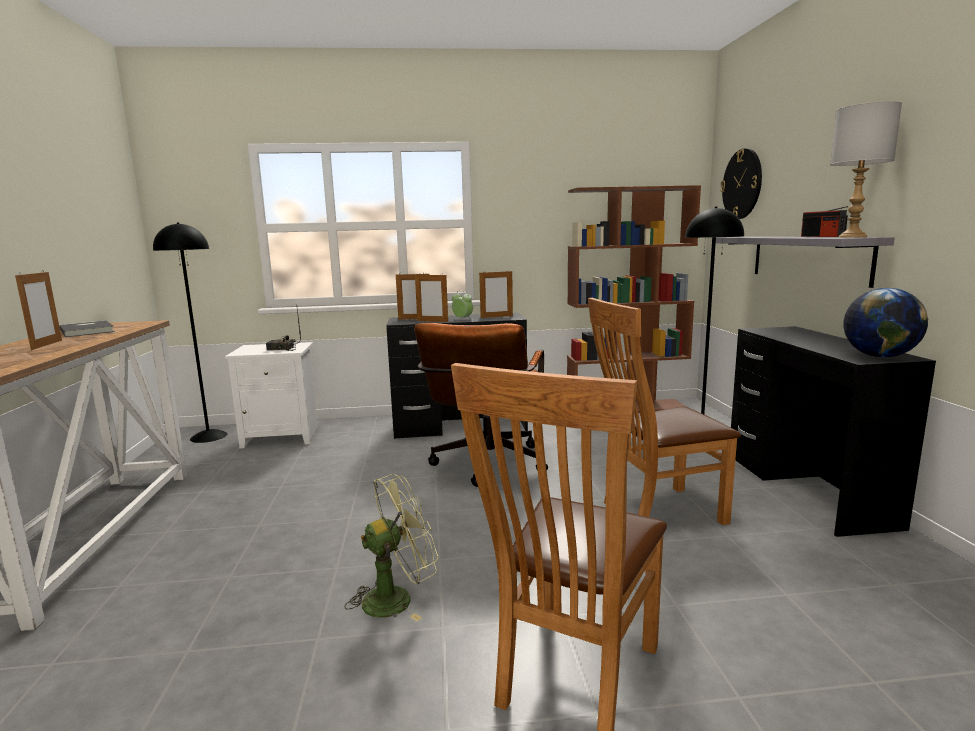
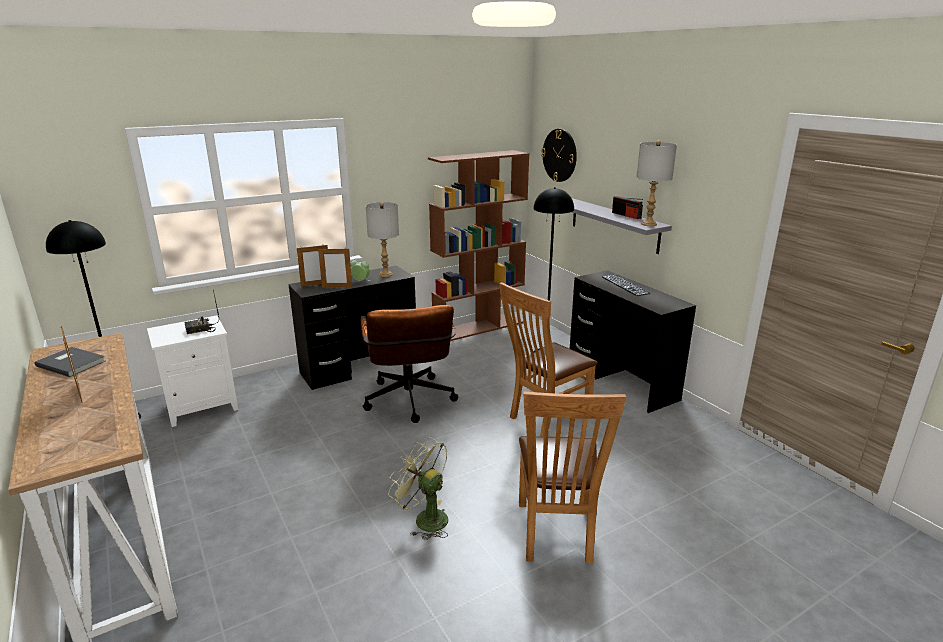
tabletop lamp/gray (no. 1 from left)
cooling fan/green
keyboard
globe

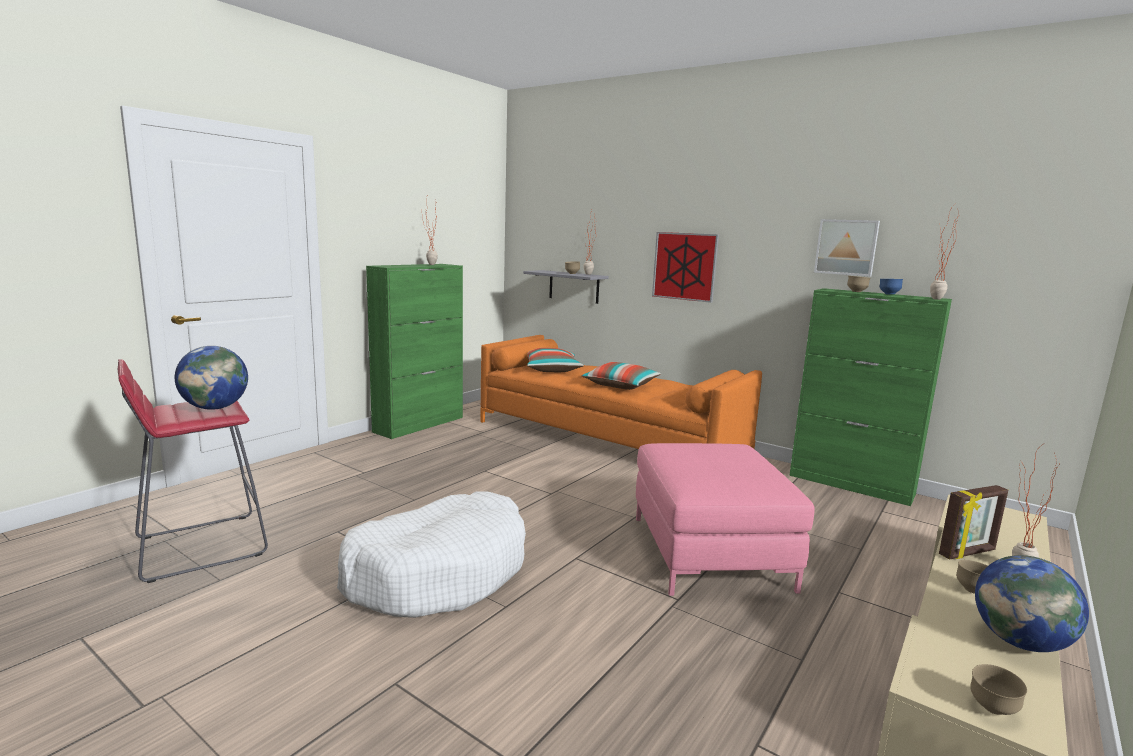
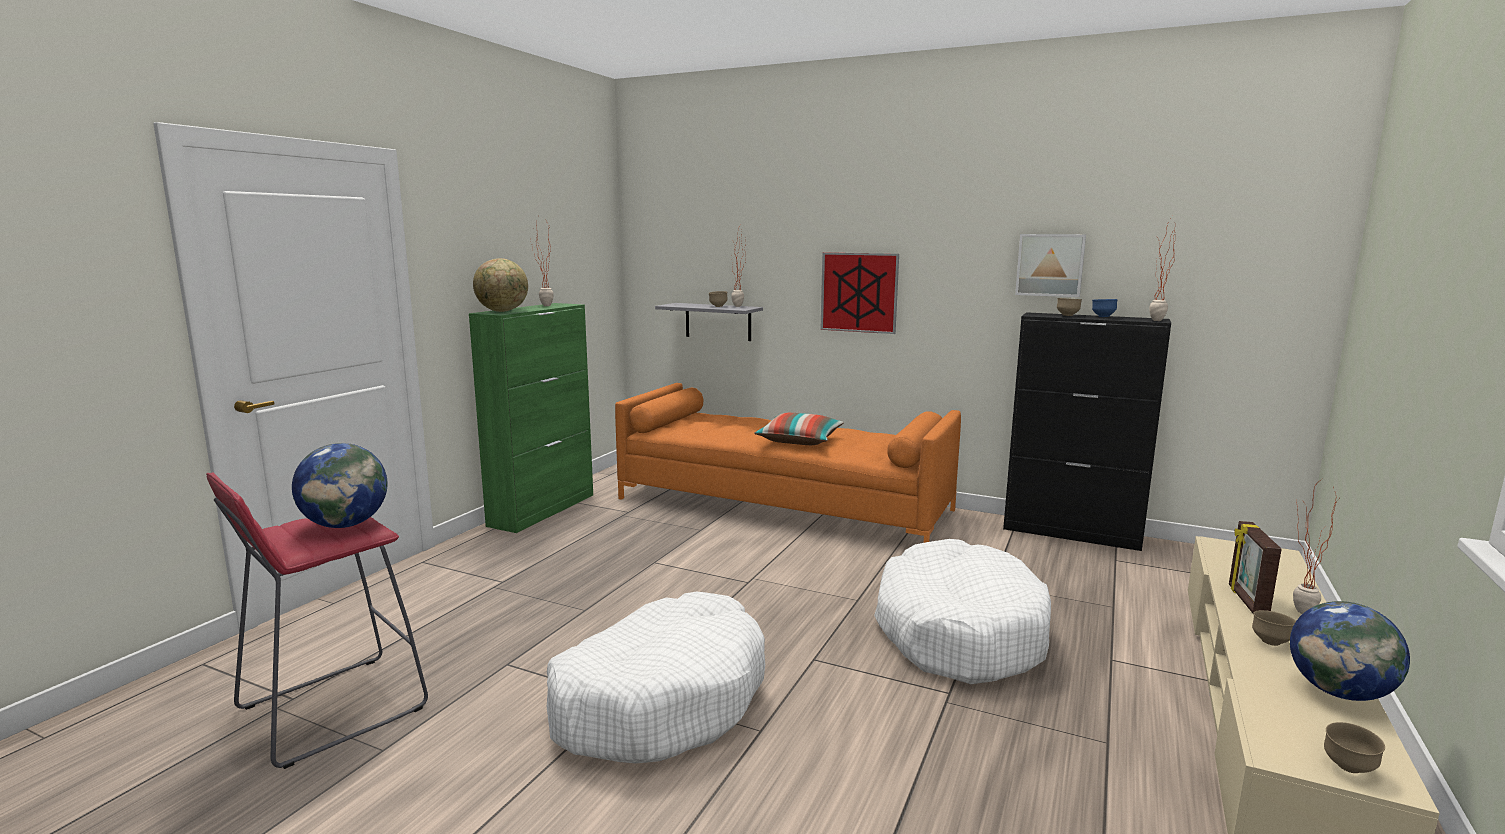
globe (no. 2 from left)
pet bed/white-coloured (no. 2 from left)
cabinet/blackish
picture frame
throw pillow (no. 1 from left in the first image)

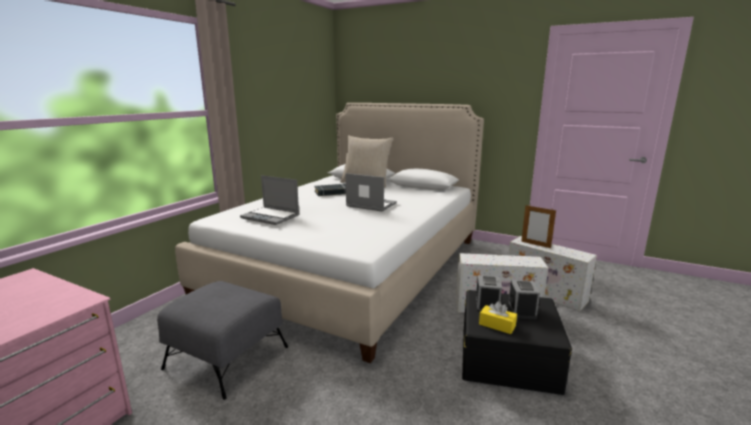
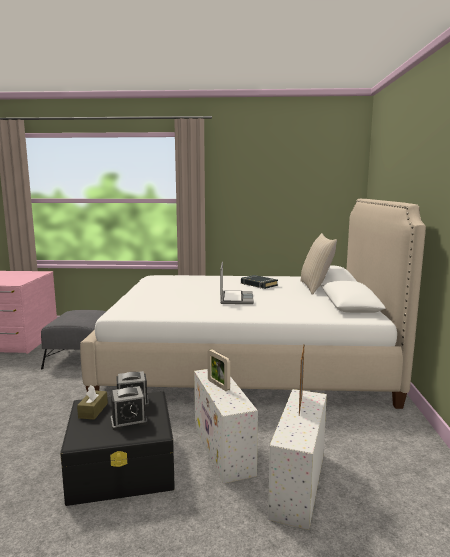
tissue box/brownish
picture frame (no. 1 from left)
portable computer (no. 1 from left in the first image)

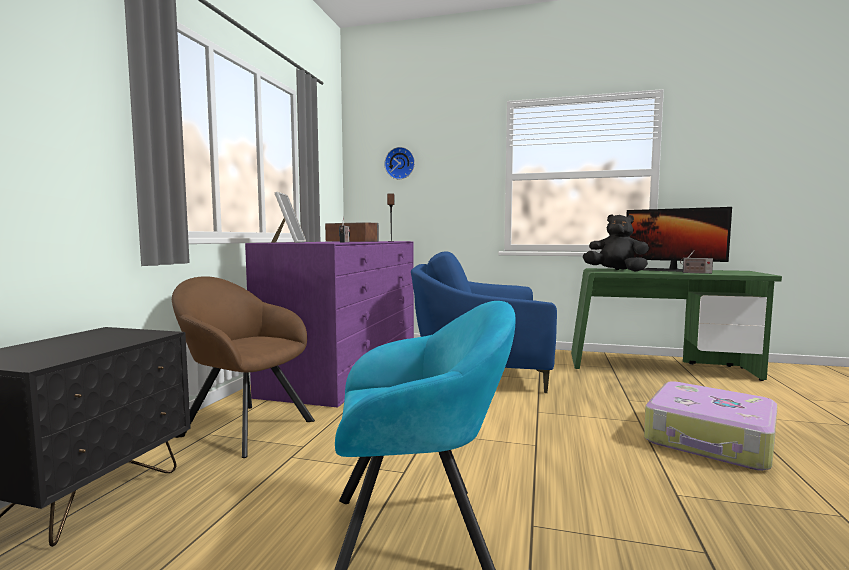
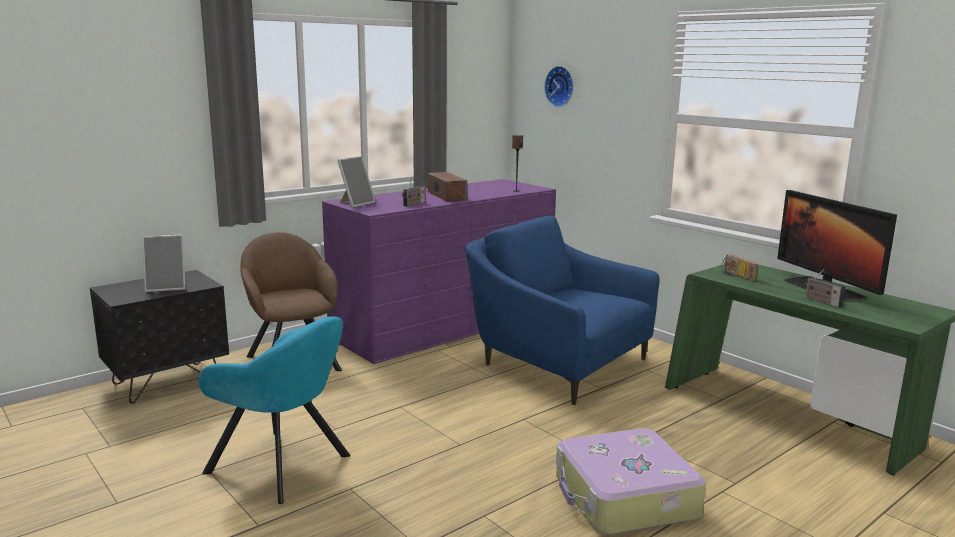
picture frame (no. 1 from left)
radio set (no. 2 from left)

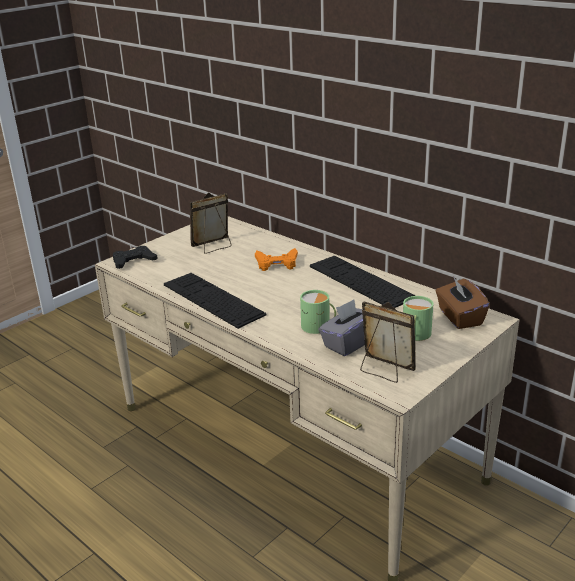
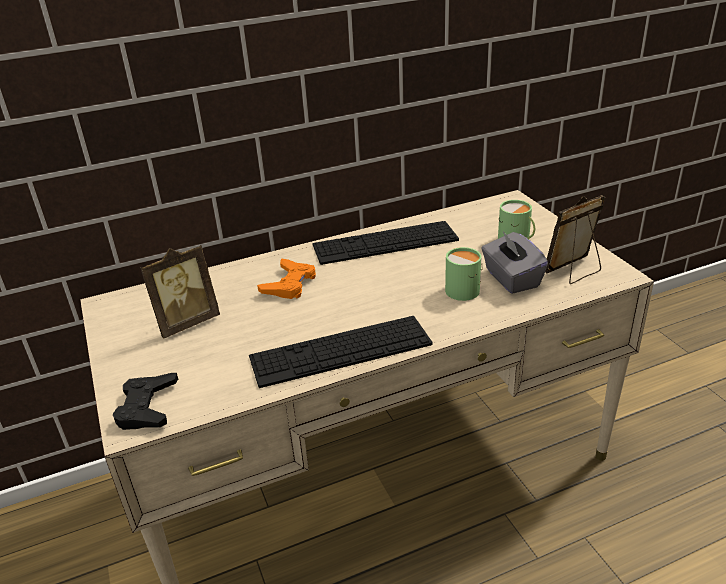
picture frame (no. 1 from left)
tissue box/brownish

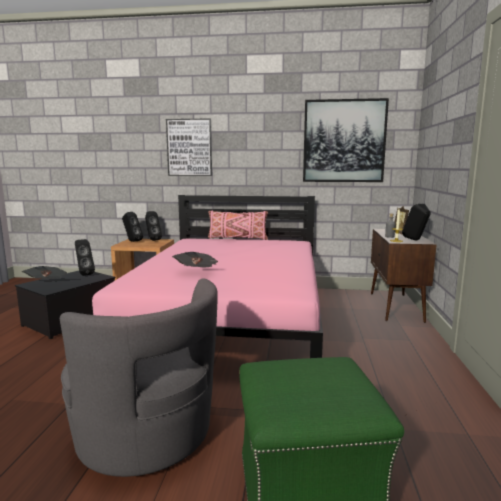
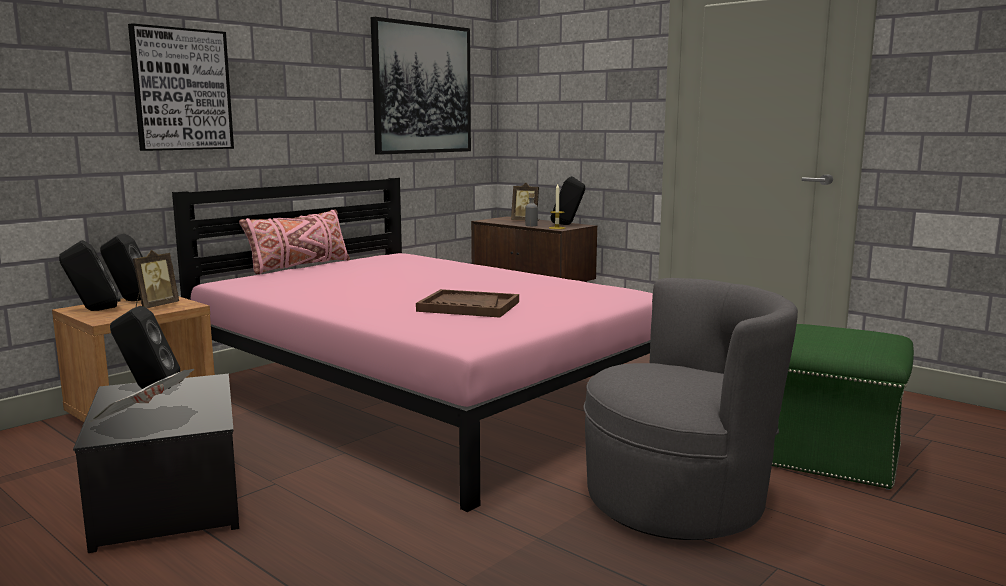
picture frame (no. 1 from left)
carrying tray/brownish

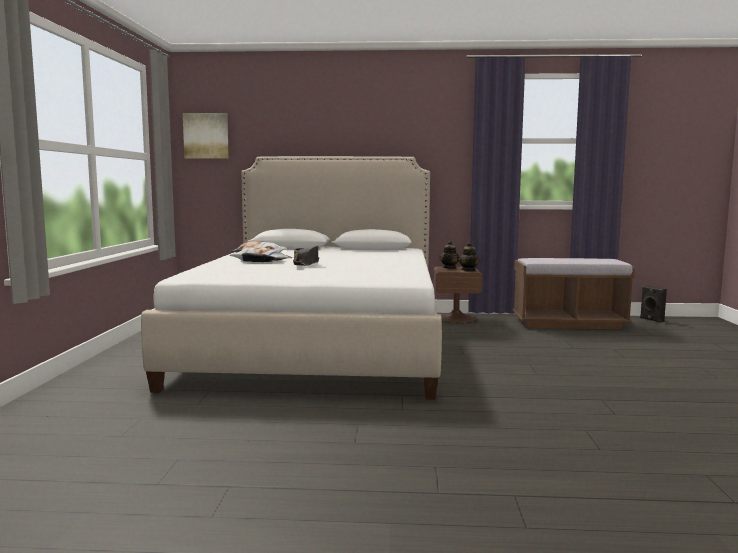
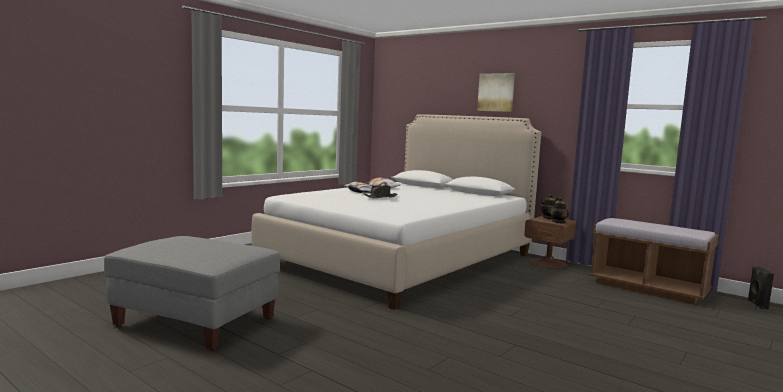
footrest/gray
picture

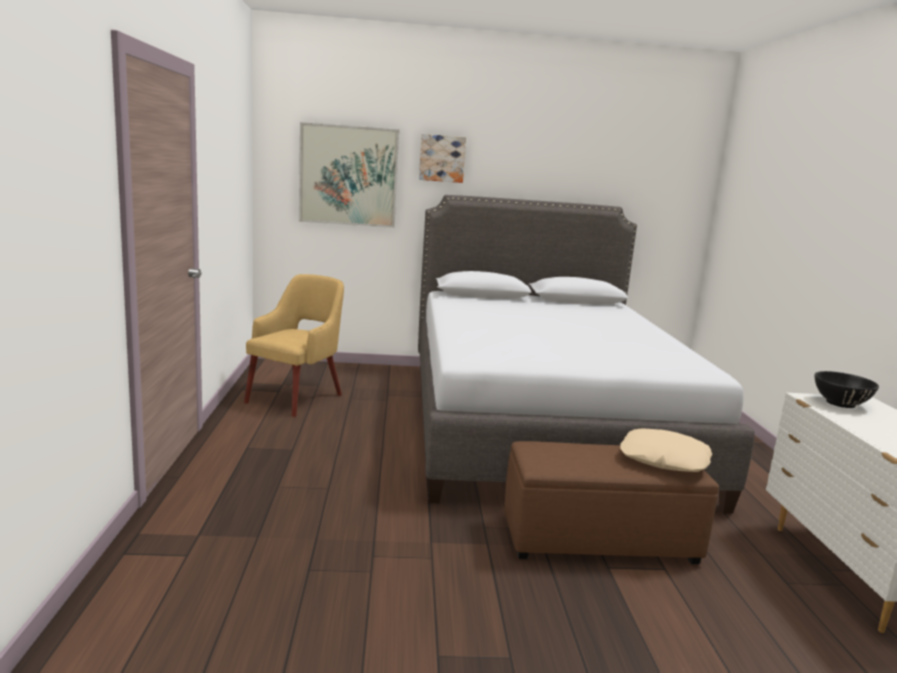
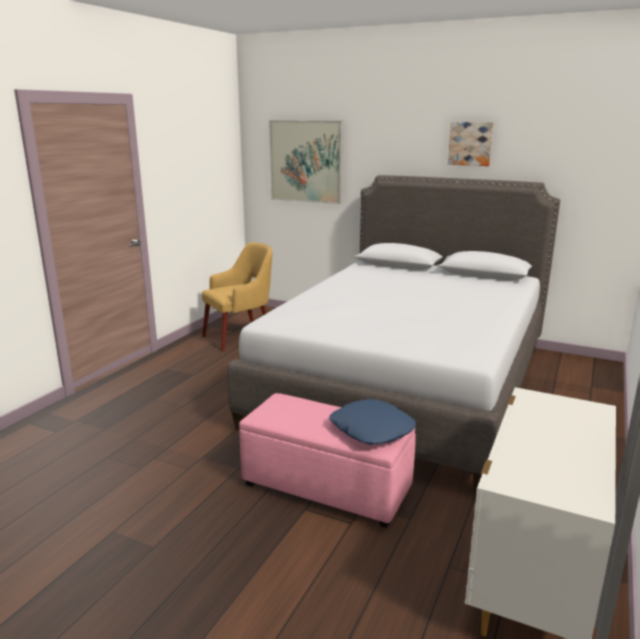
footrest/pink-coloured
throw pillow/blue
picture (no. 2 from left)
deep dish/blackish

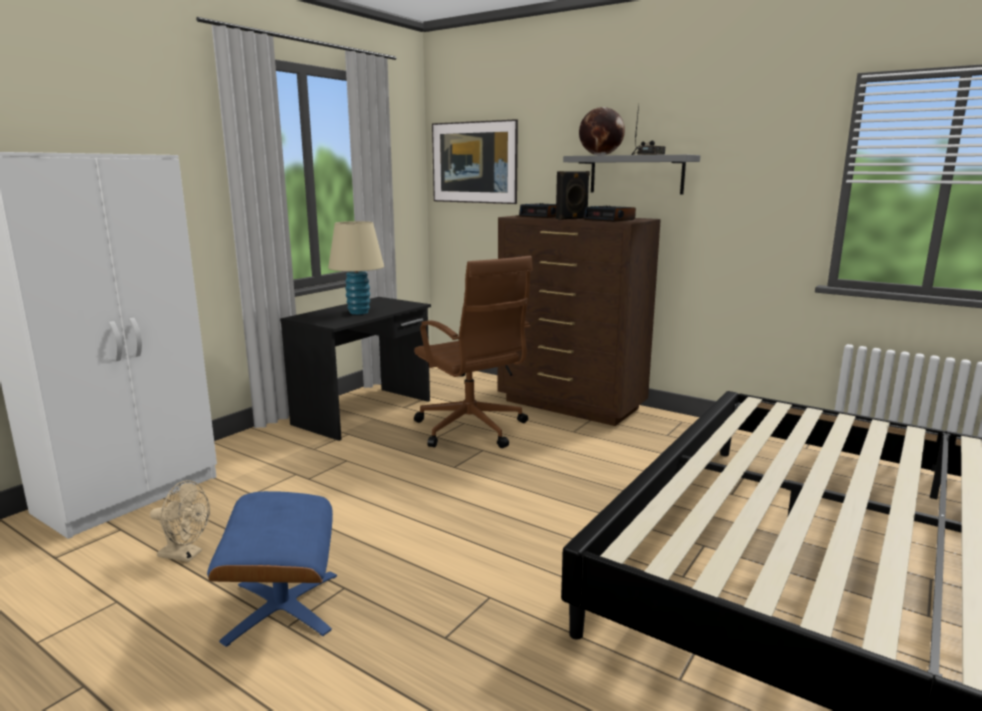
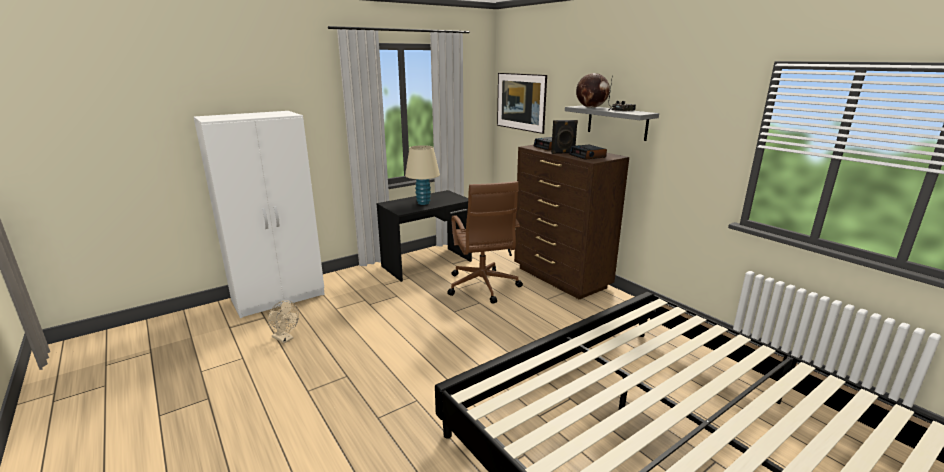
footrest/blue

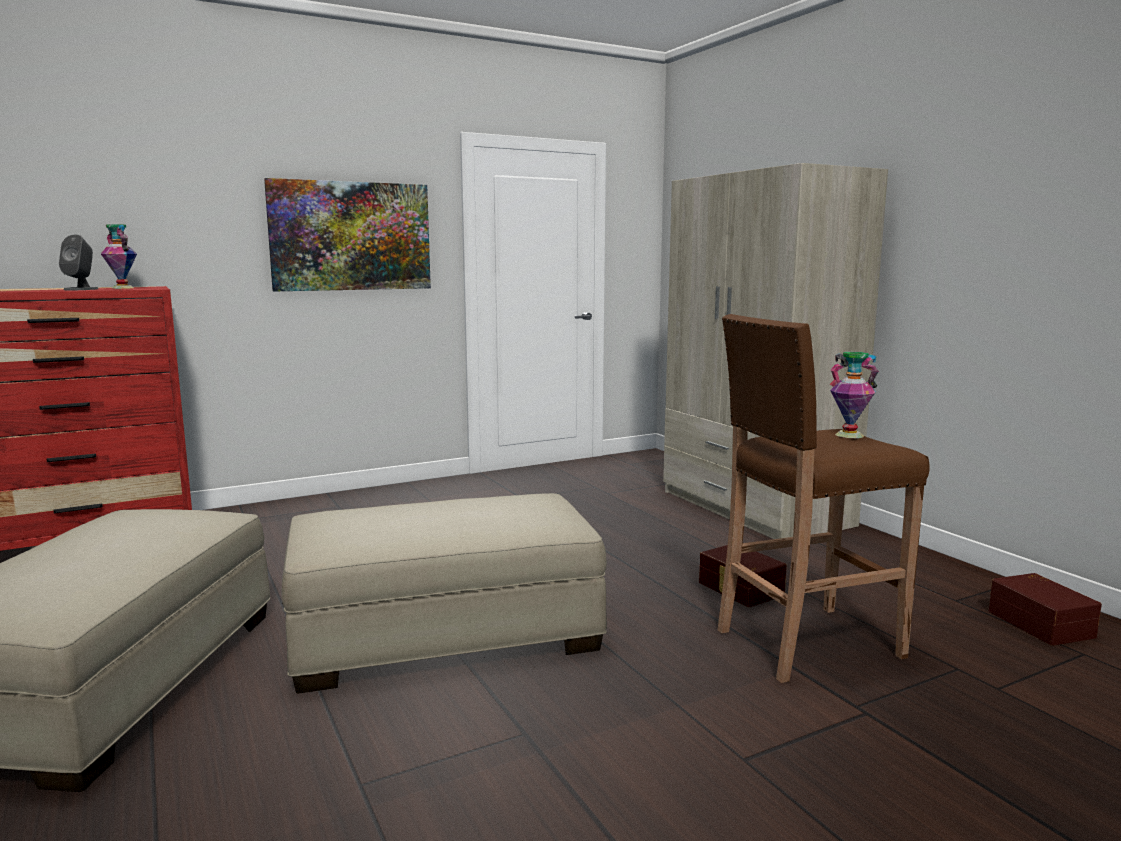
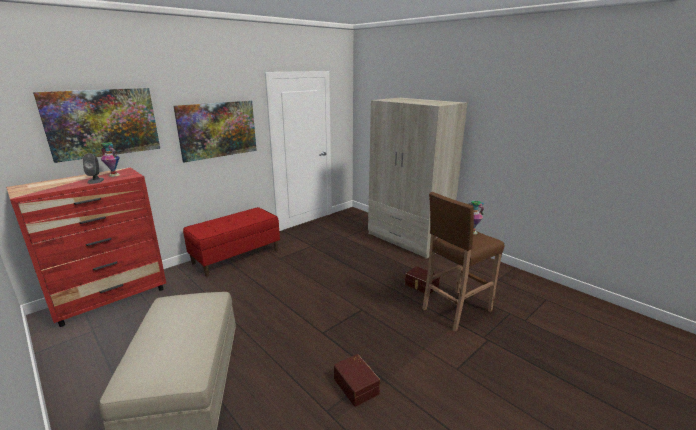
picture (no. 1 from left)
long seat/red
storage box/brownish (no. 1 from left)
footrest/beige (no. 2 from left in the first image)

